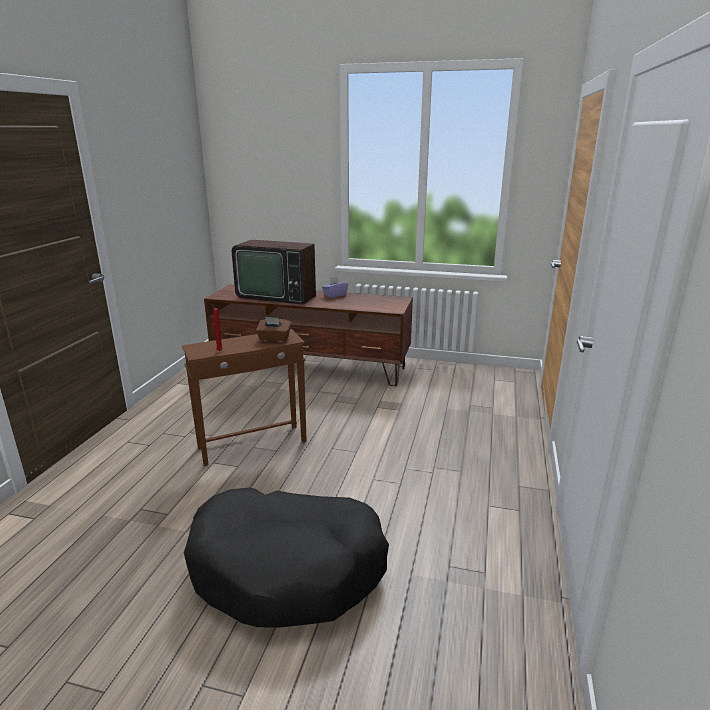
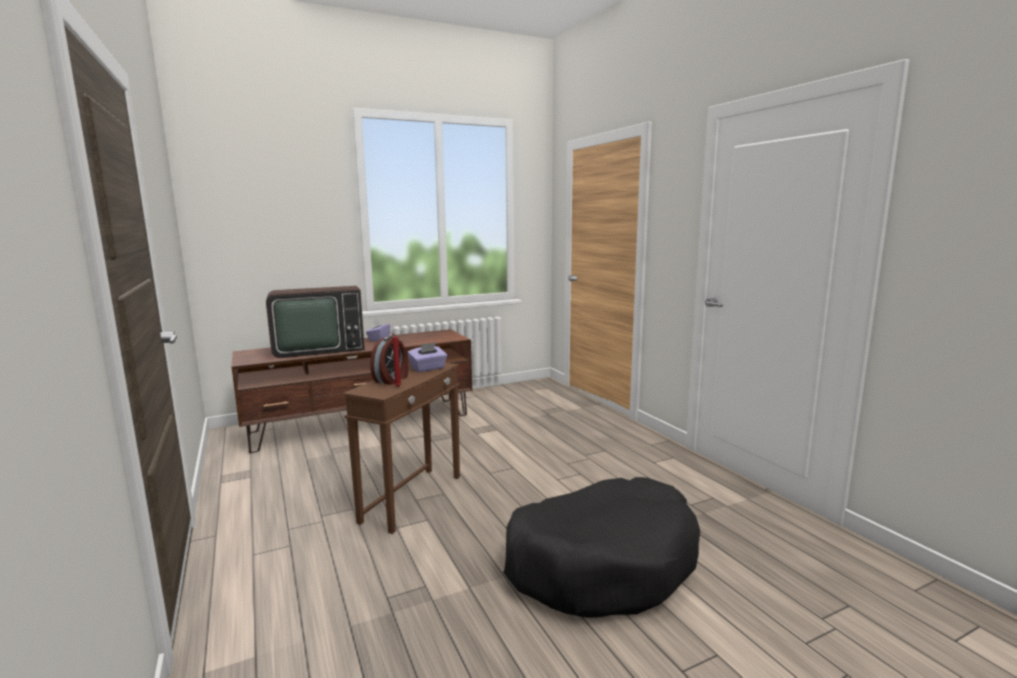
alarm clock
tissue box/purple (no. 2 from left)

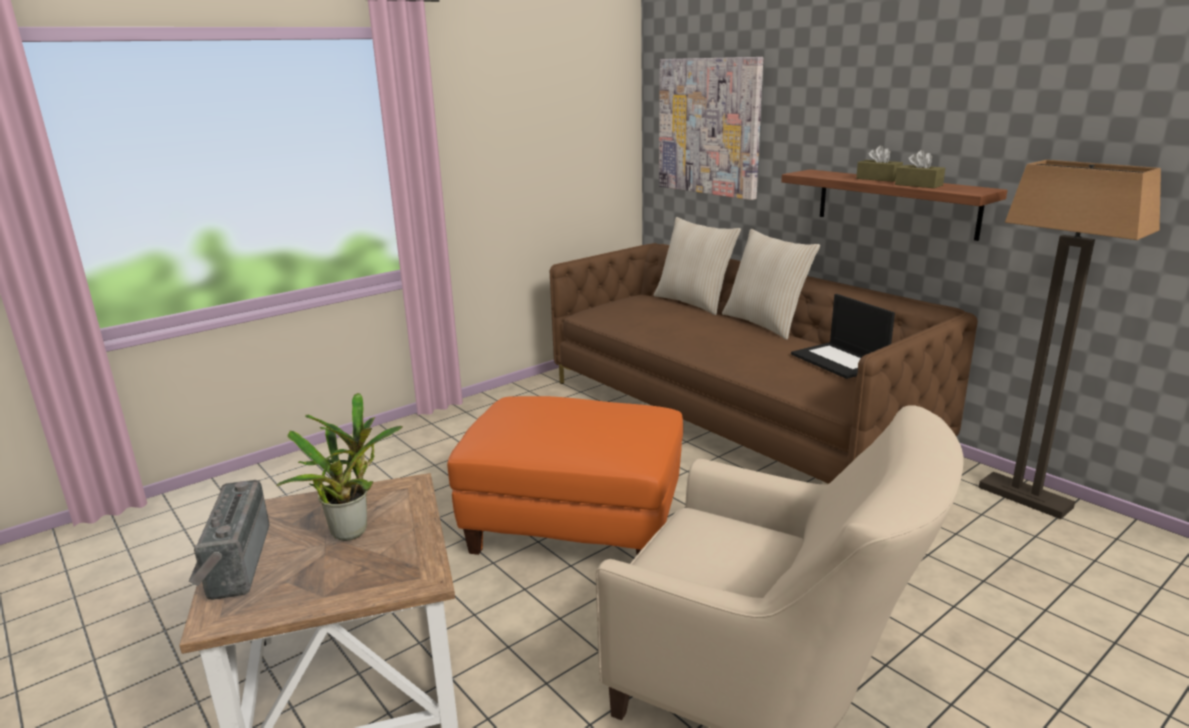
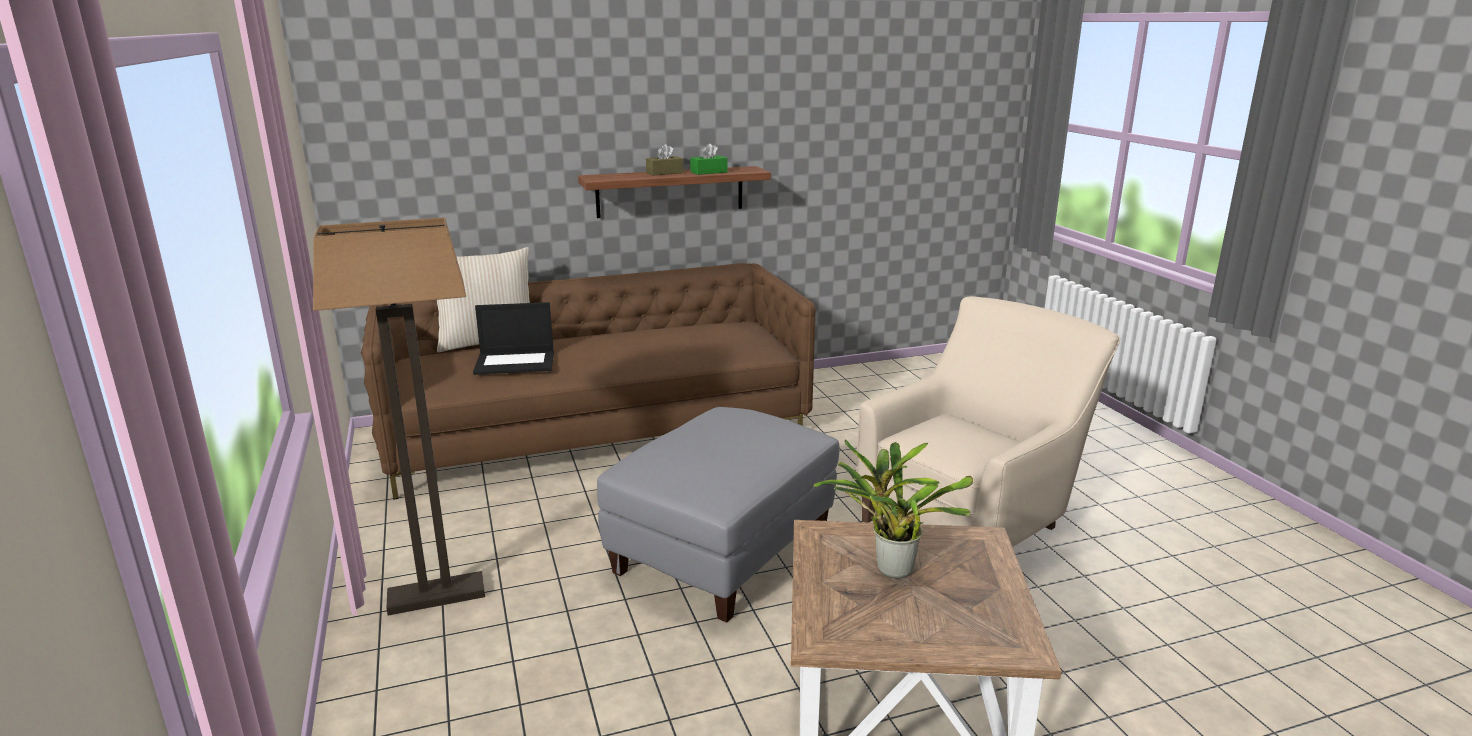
standing lamp
portable computer
footrest/gray
tissue box/green
radio set
picture
throw pillow/beige (no. 2 from left in the first image)

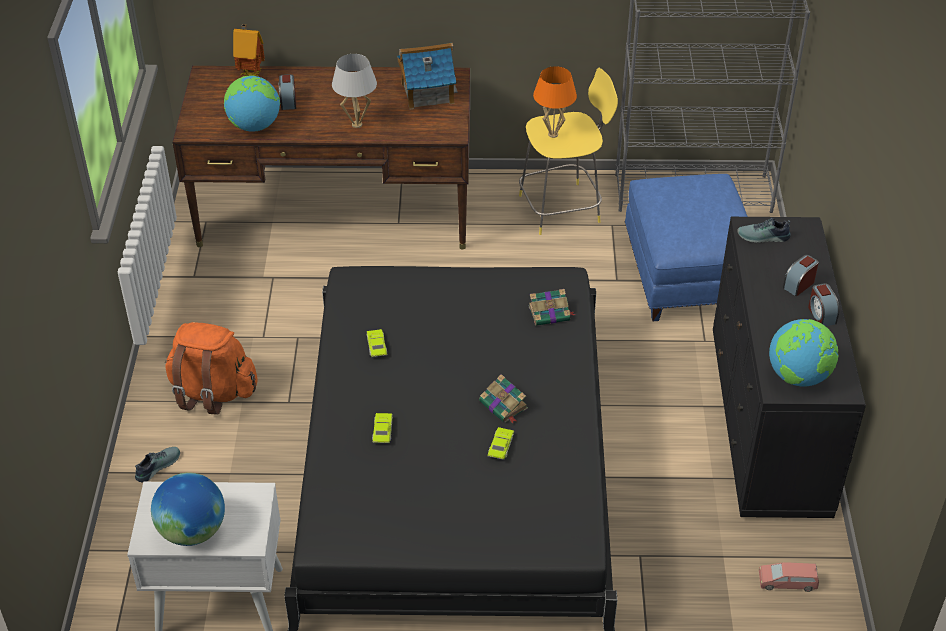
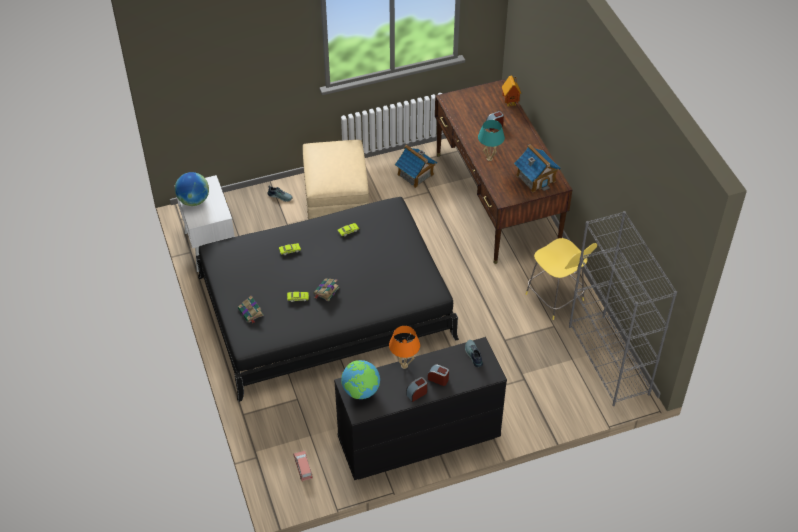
volume (no. 1 from left)
footrest/beige
tabletop lamp/orange-coloured
miniature house (no. 1 from left)
tabletop lamp/turquoise
globe (no. 2 from left in the first image)
footrest/blue

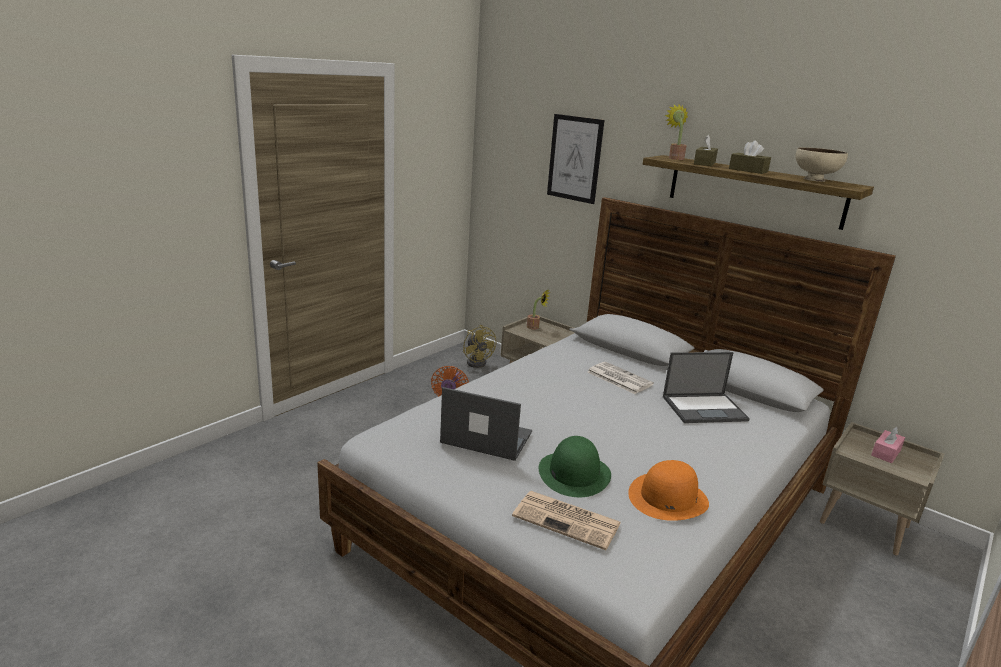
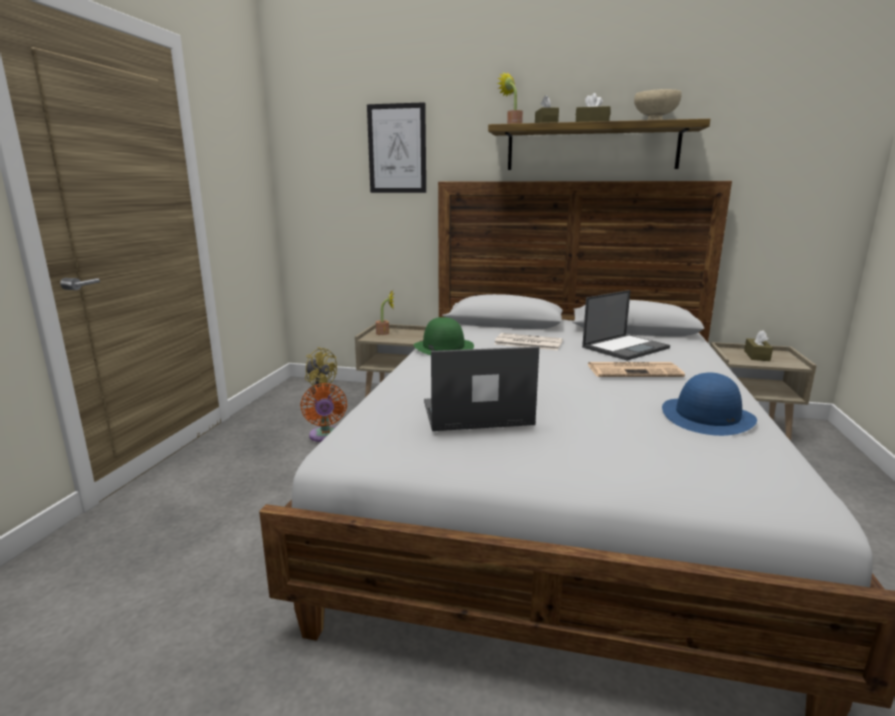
clothing hat/green
printed paper (no. 2 from left)
clothing hat/blue
tissue box/brownish (no. 3 from left)

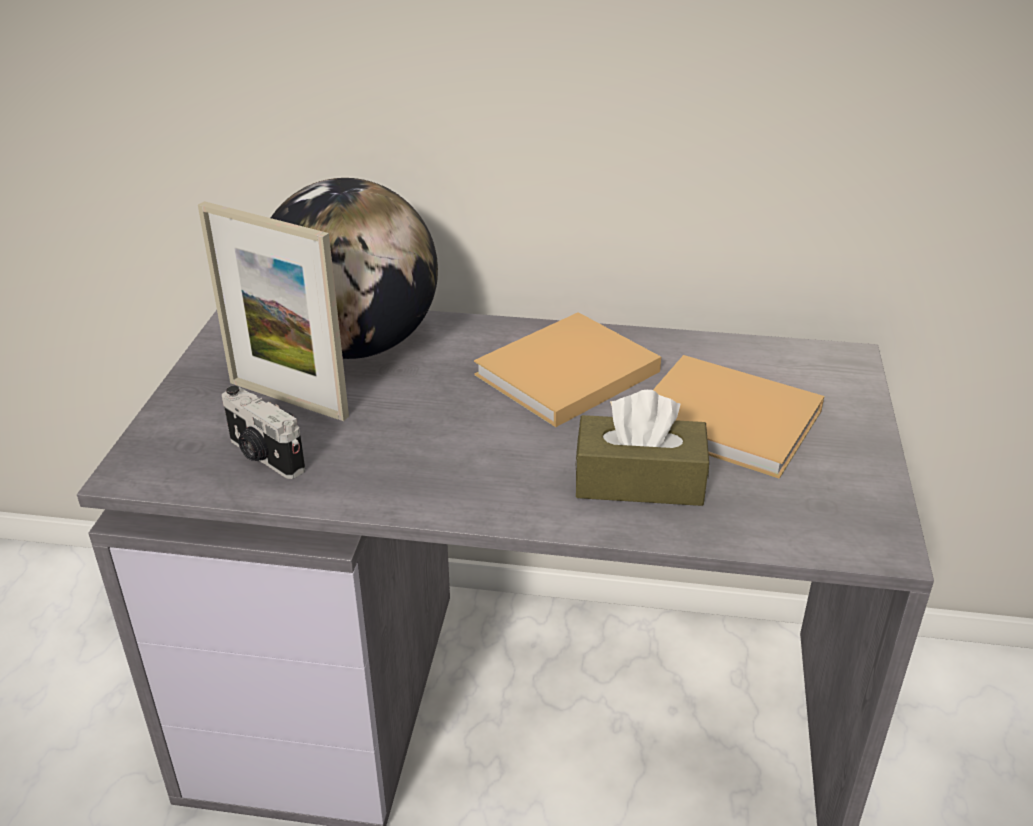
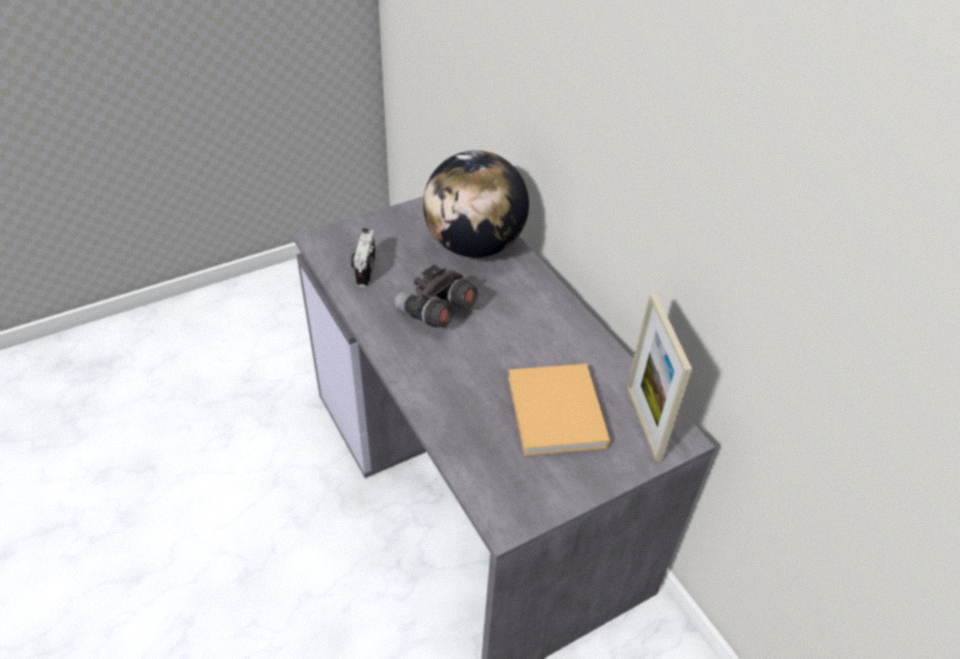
binoculars/gray
picture frame
volume/beige (no. 1 from left in the first image)
tissue box/brownish

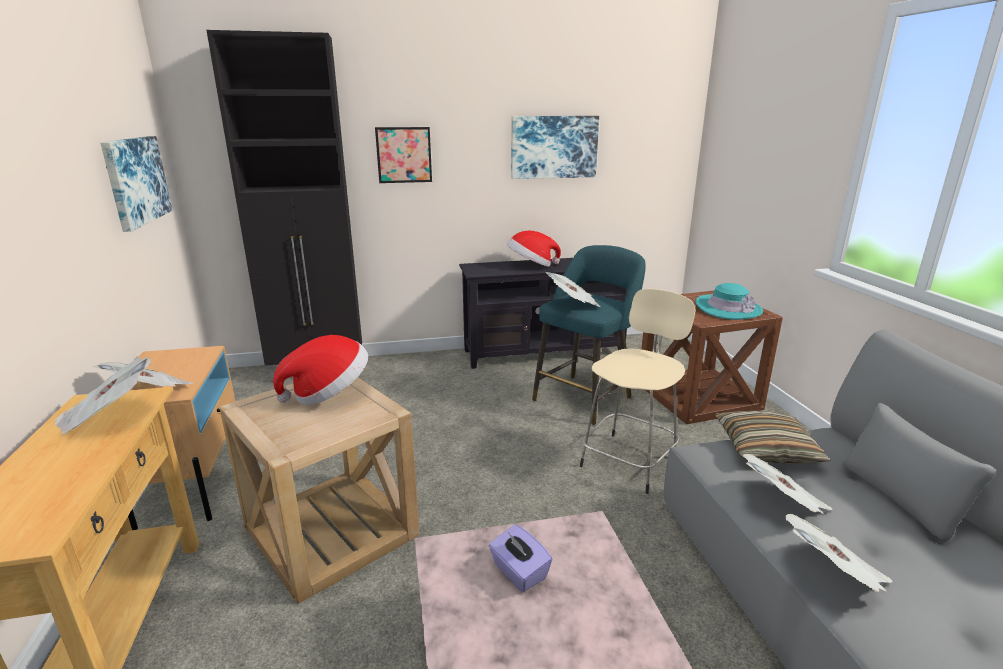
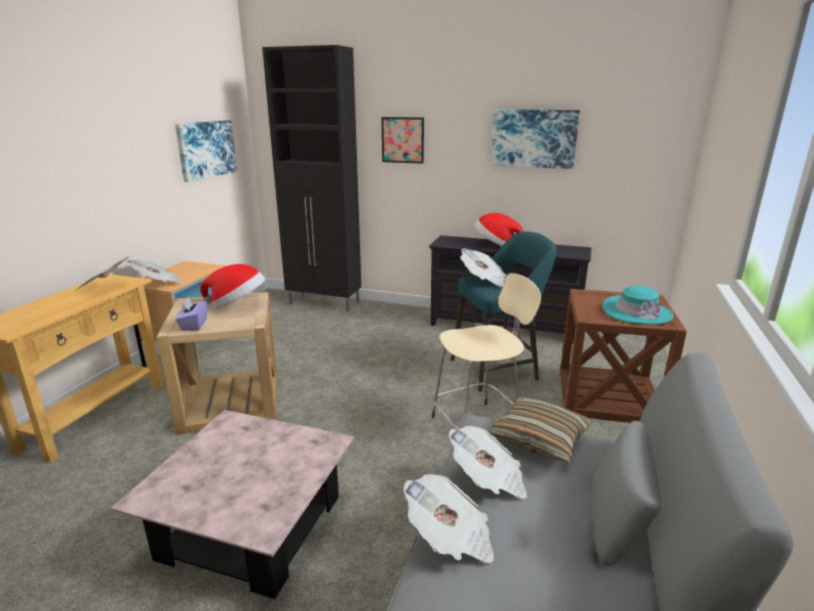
tissue box/purple

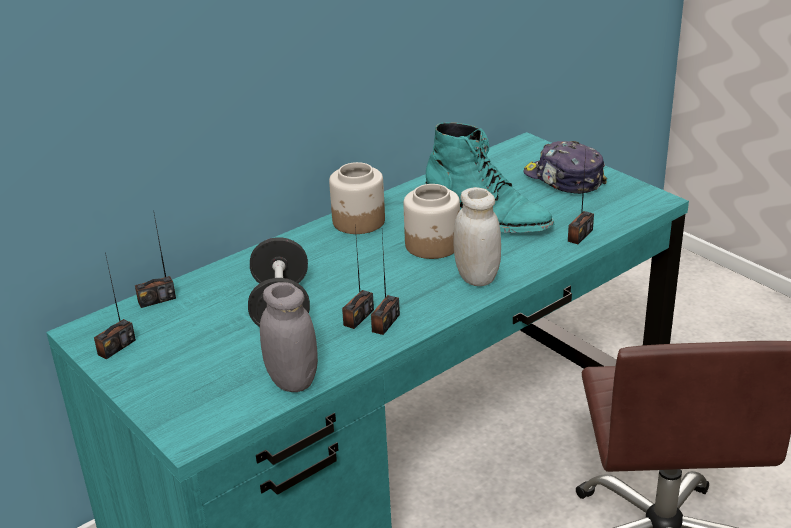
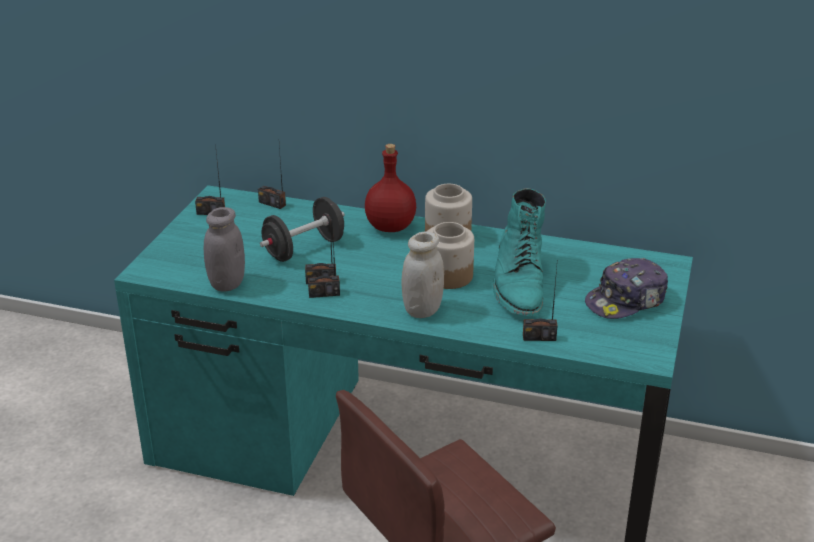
bottle/red
baseball cap

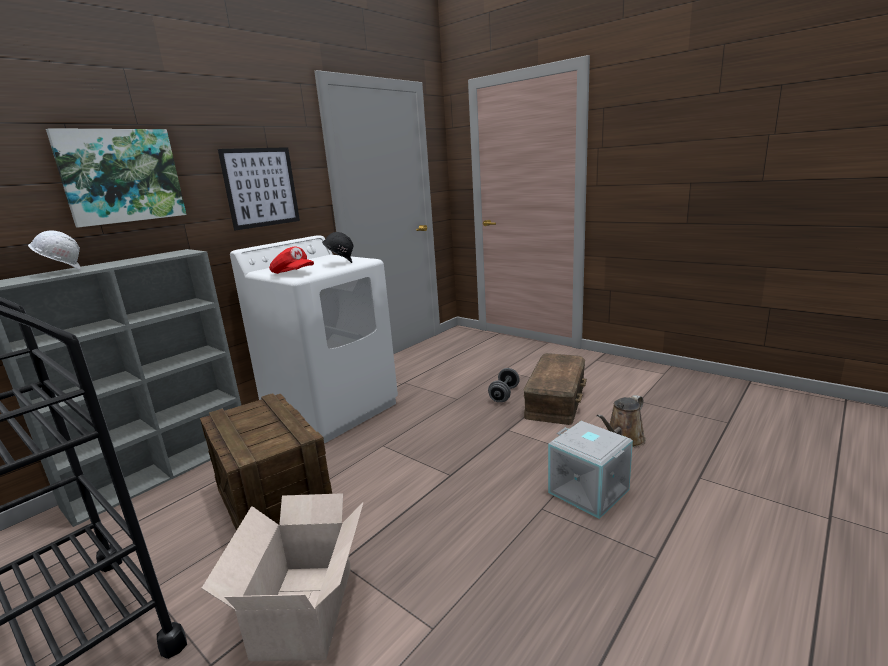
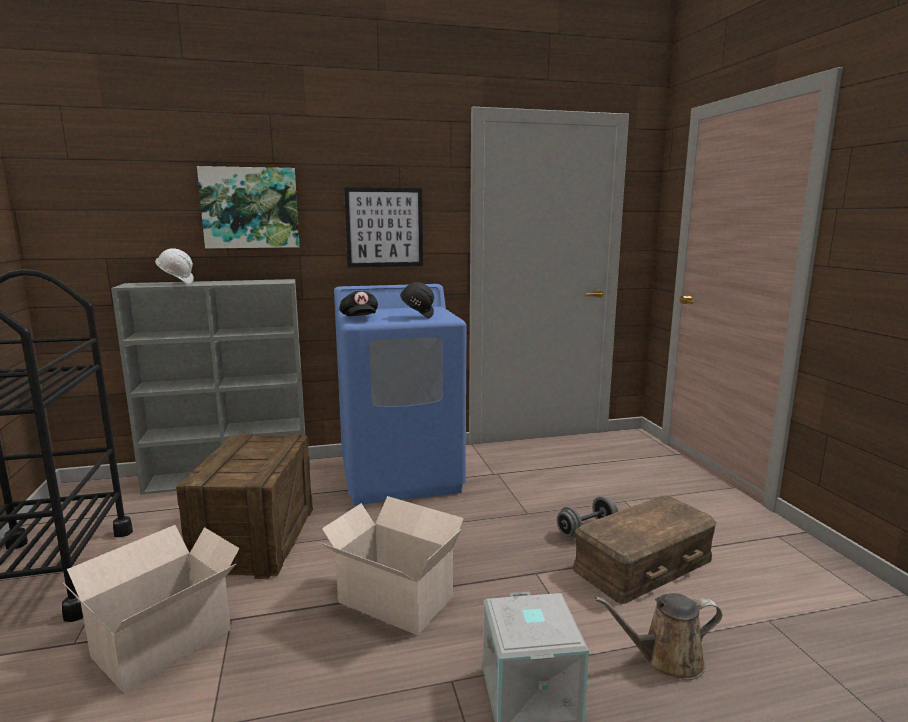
cardboard box (no. 2 from left)
laundry appliance/blue
baseball cap/blackish

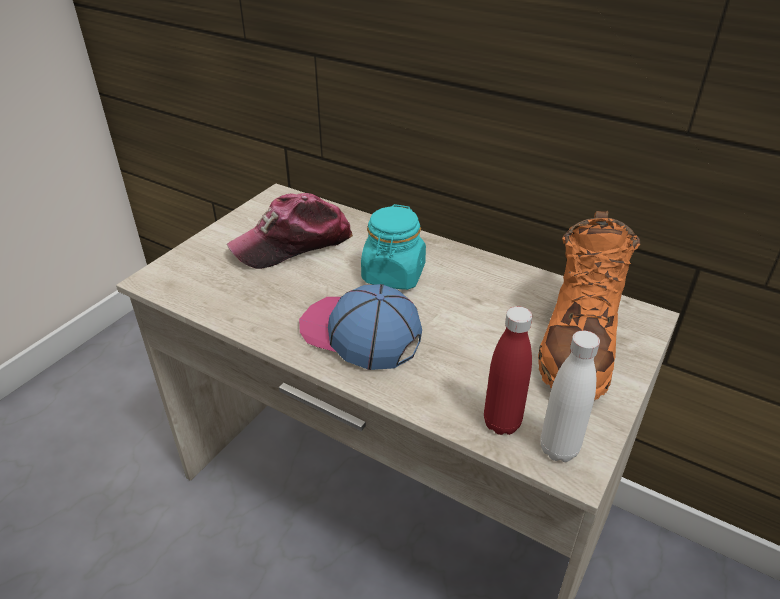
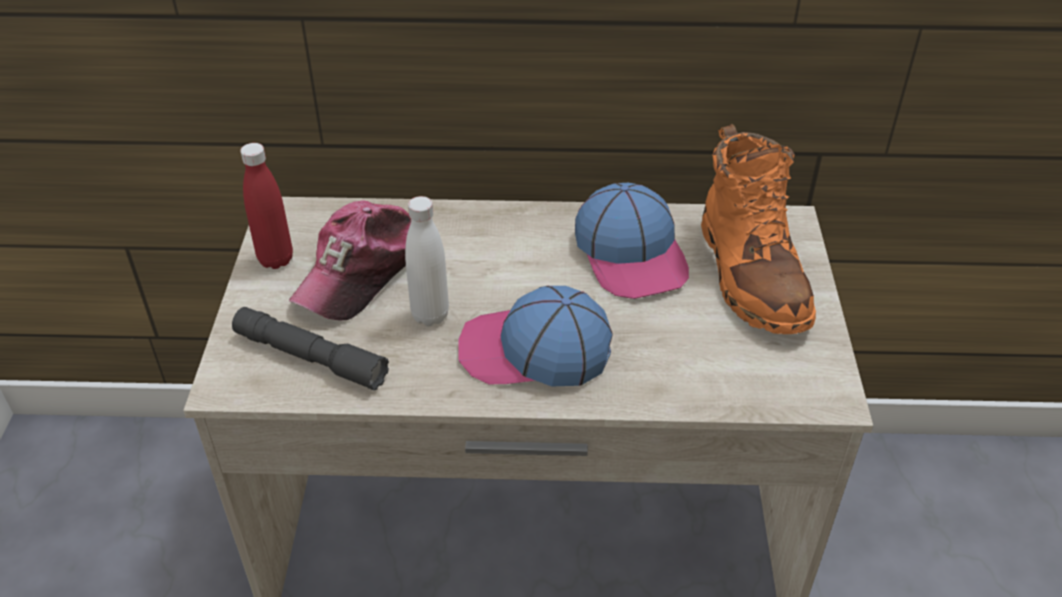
torch/gray
bottle/red
bottle/white-coloured
baseball cap (no. 3 from left)
preserve jar/turquoise

